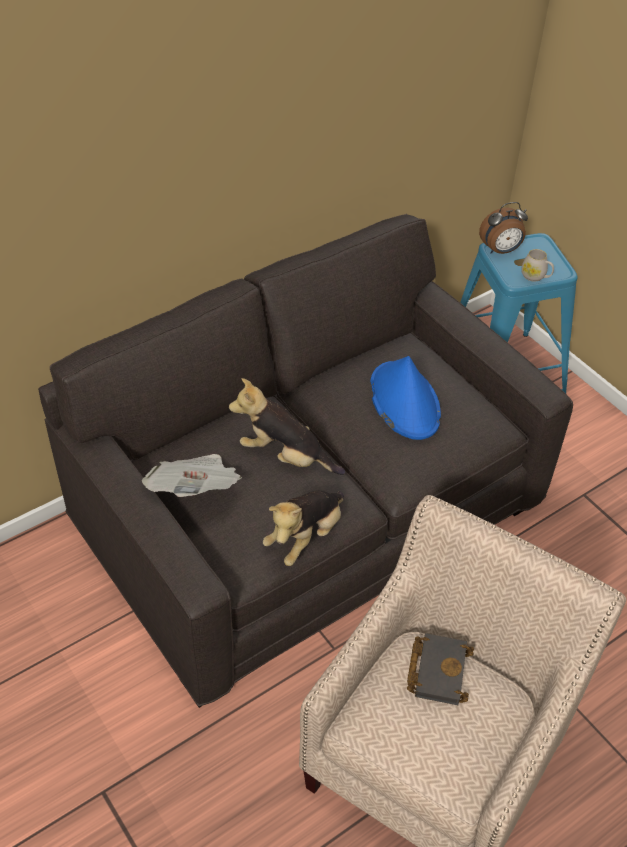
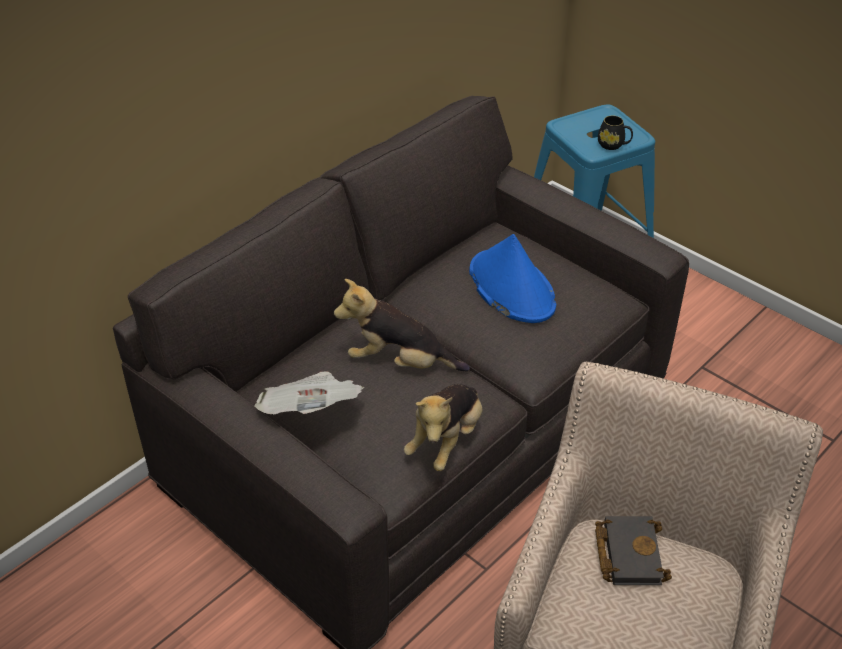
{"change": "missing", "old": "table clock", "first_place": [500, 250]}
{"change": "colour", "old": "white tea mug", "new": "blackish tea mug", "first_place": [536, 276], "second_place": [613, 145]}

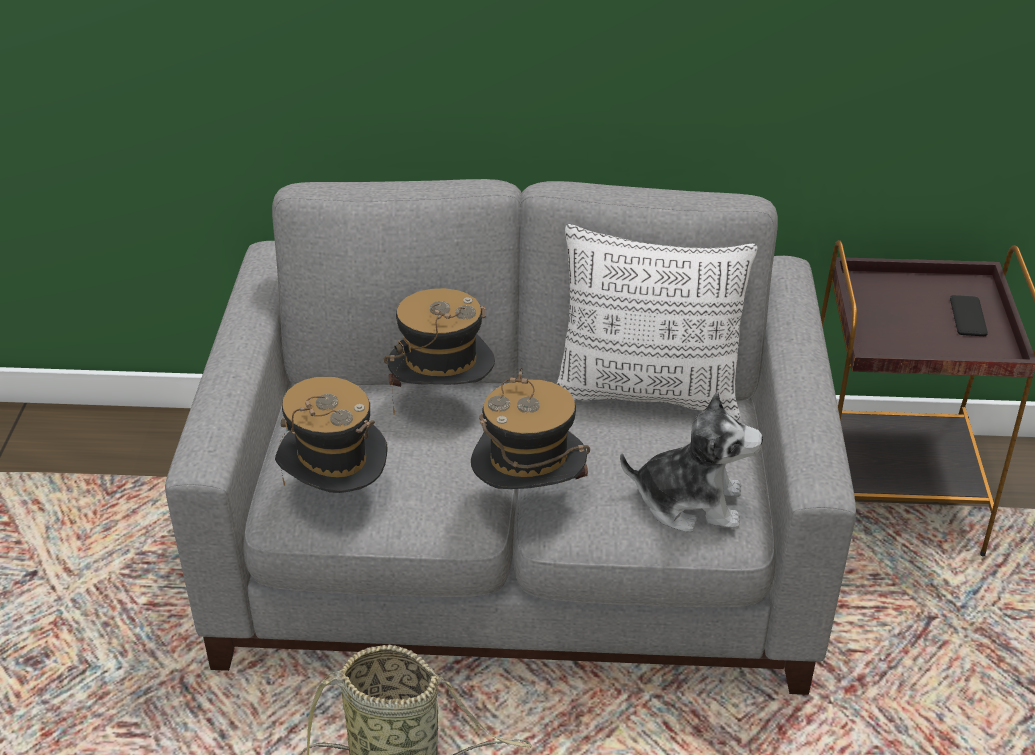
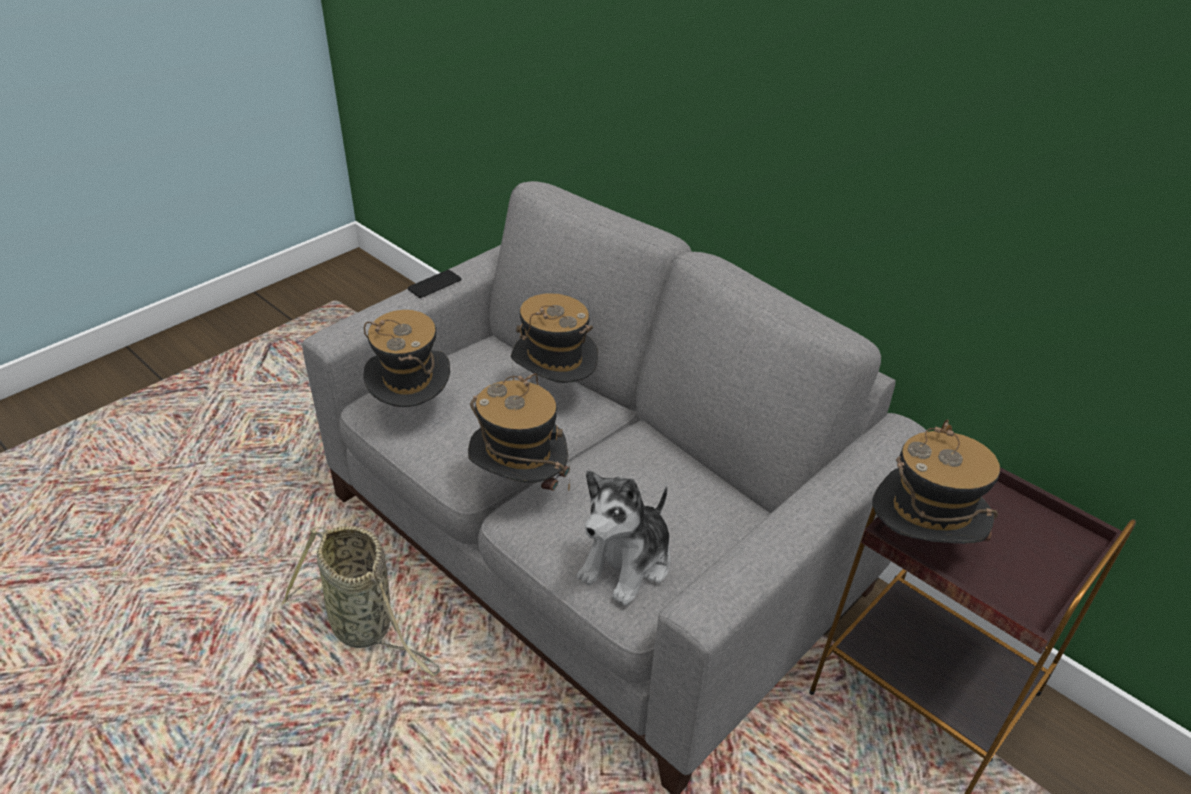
{"change": "missing", "old": "cushion", "first_place": [647, 394]}
{"change": "relocated", "old": "handset", "first_place": [968, 316], "second_place": [434, 284]}
{"change": "spun", "old": "plush toy", "first_place": [690, 502], "second_place": [627, 563], "degrees": 75}
{"change": "appeared", "new": "clothing hat", "second_place": [918, 548]}

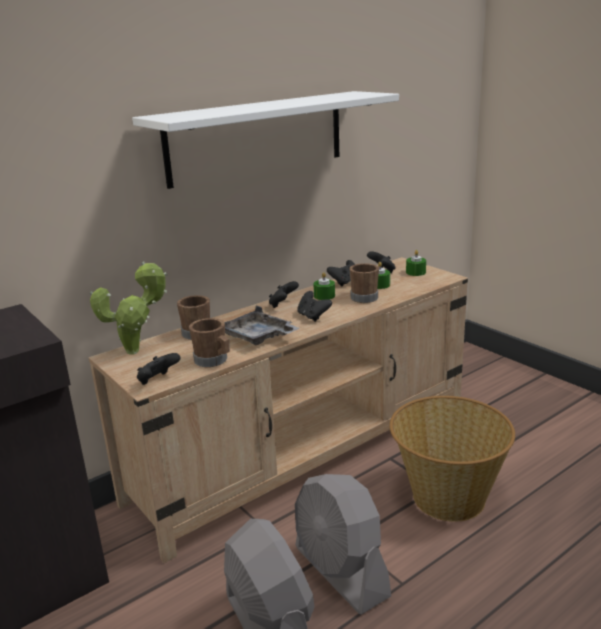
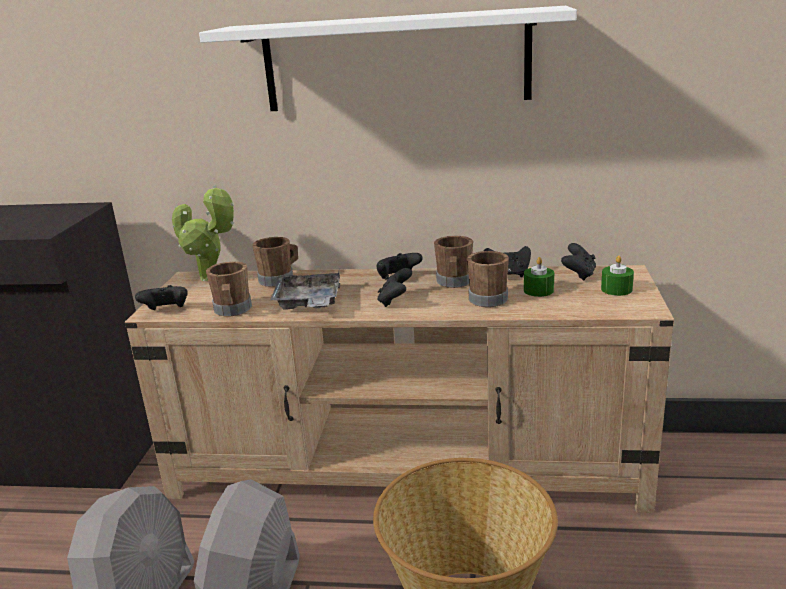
{"change": "exchanged", "old": "green wax candle", "new": "brownish tea mug", "first_place": [324, 296], "second_place": [454, 283]}

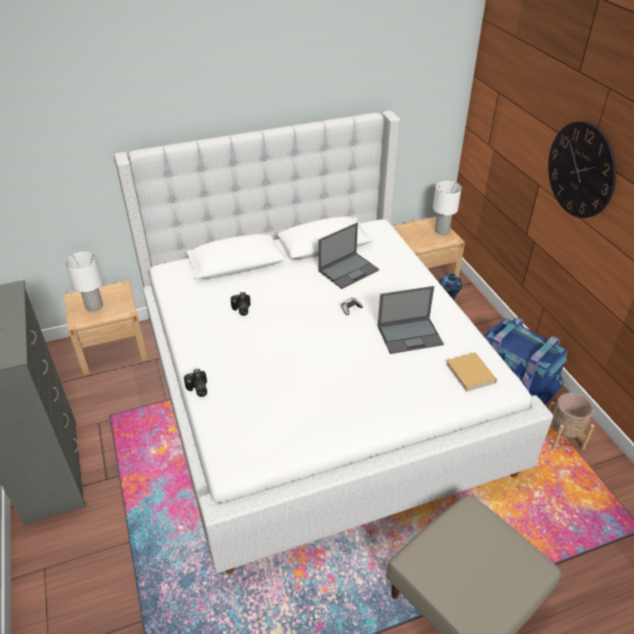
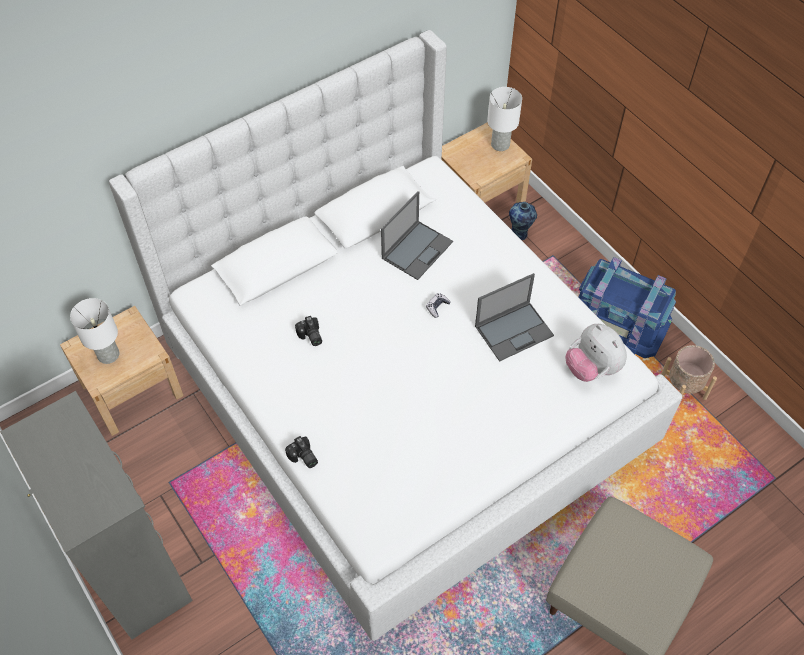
{"change": "missing", "old": "wall clock", "first_place": [581, 170]}
{"change": "exchanged", "old": "beige-coloured book", "new": "plush toy", "first_place": [471, 374], "second_place": [592, 368]}

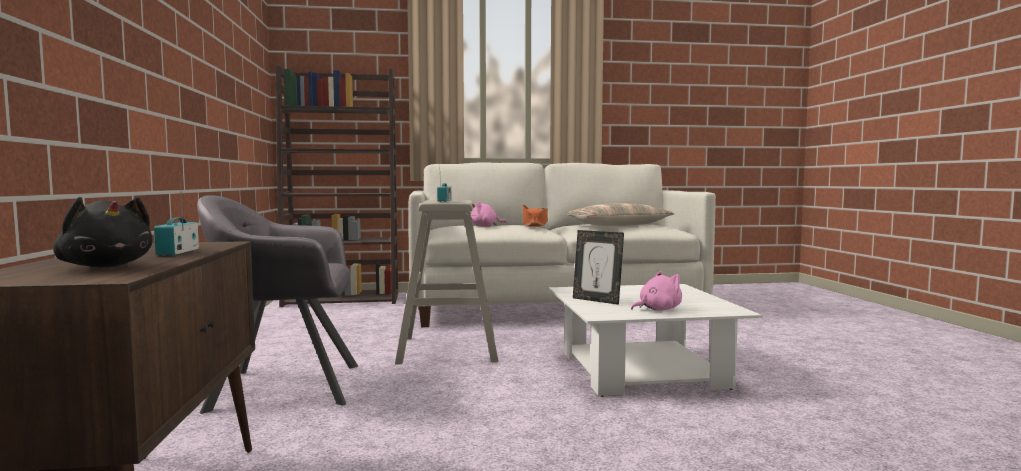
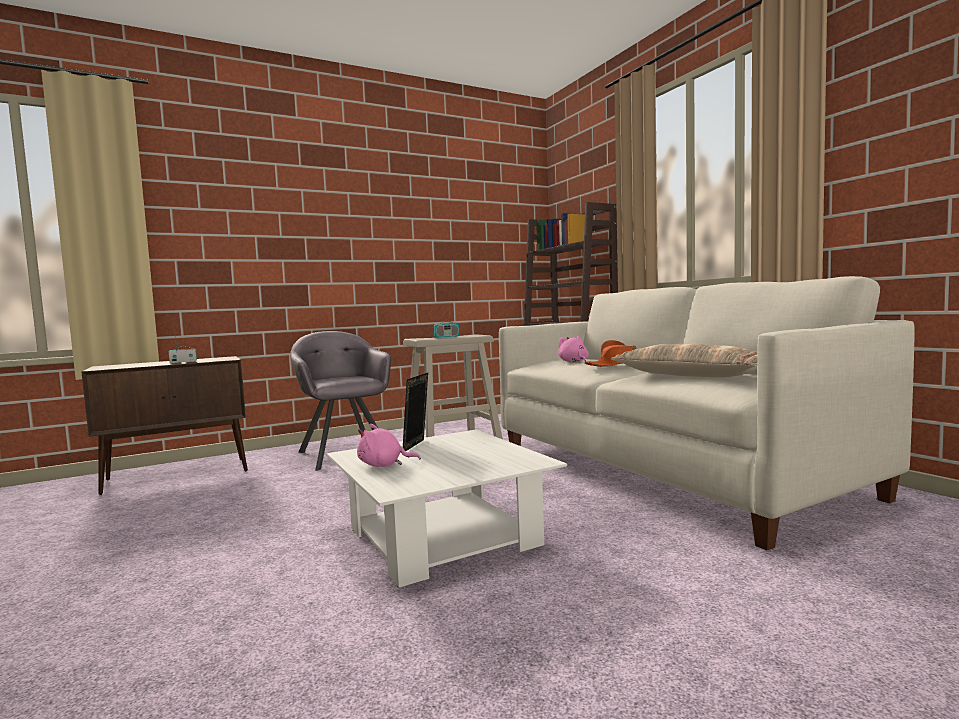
{"change": "missing", "old": "blackish plush toy", "first_place": [106, 266]}
{"change": "spun", "old": "pink-coloured plush toy", "first_place": [657, 309], "second_place": [384, 465], "degrees": 135}

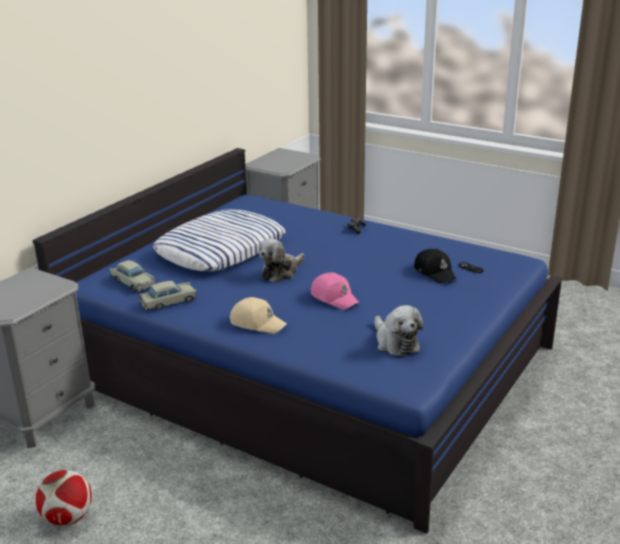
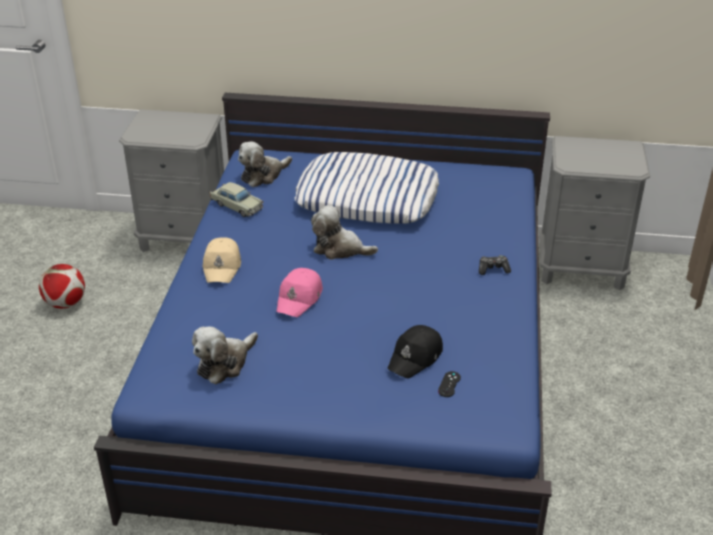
{"change": "exchanged", "old": "beige-coloured toy car", "new": "plush toy", "first_place": [133, 282], "second_place": [263, 175]}

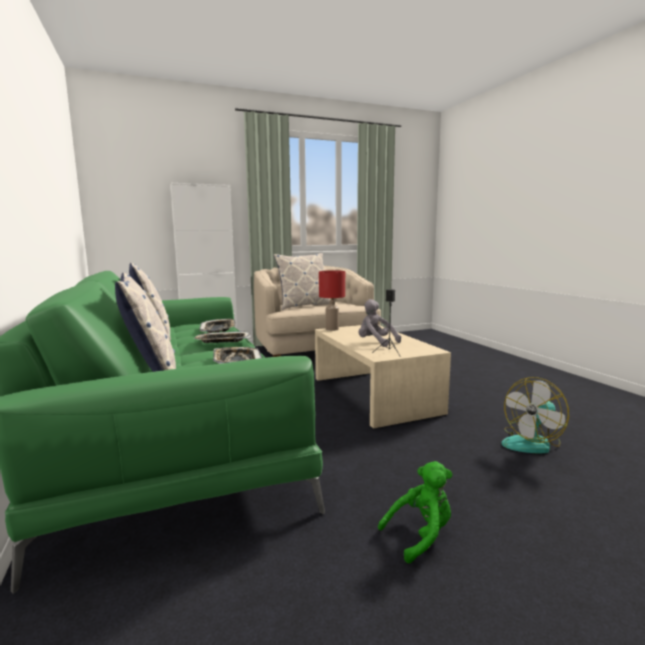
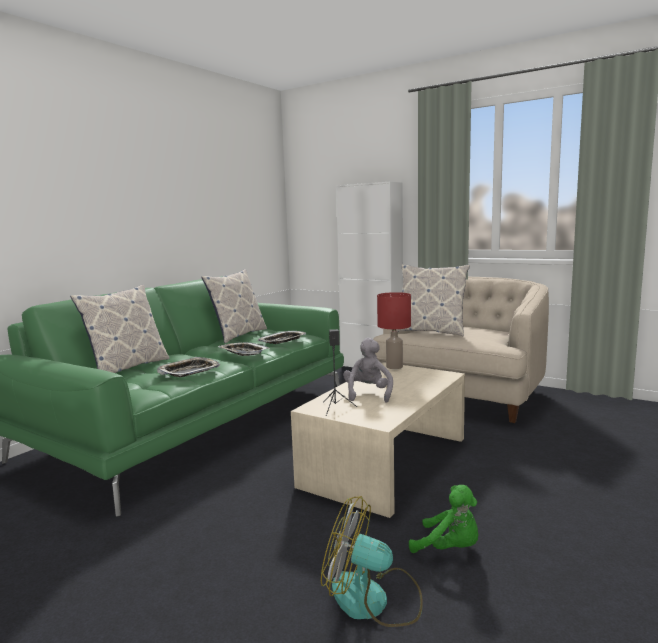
{"change": "relocated", "old": "green plush toy", "first_place": [420, 535], "second_place": [449, 548]}

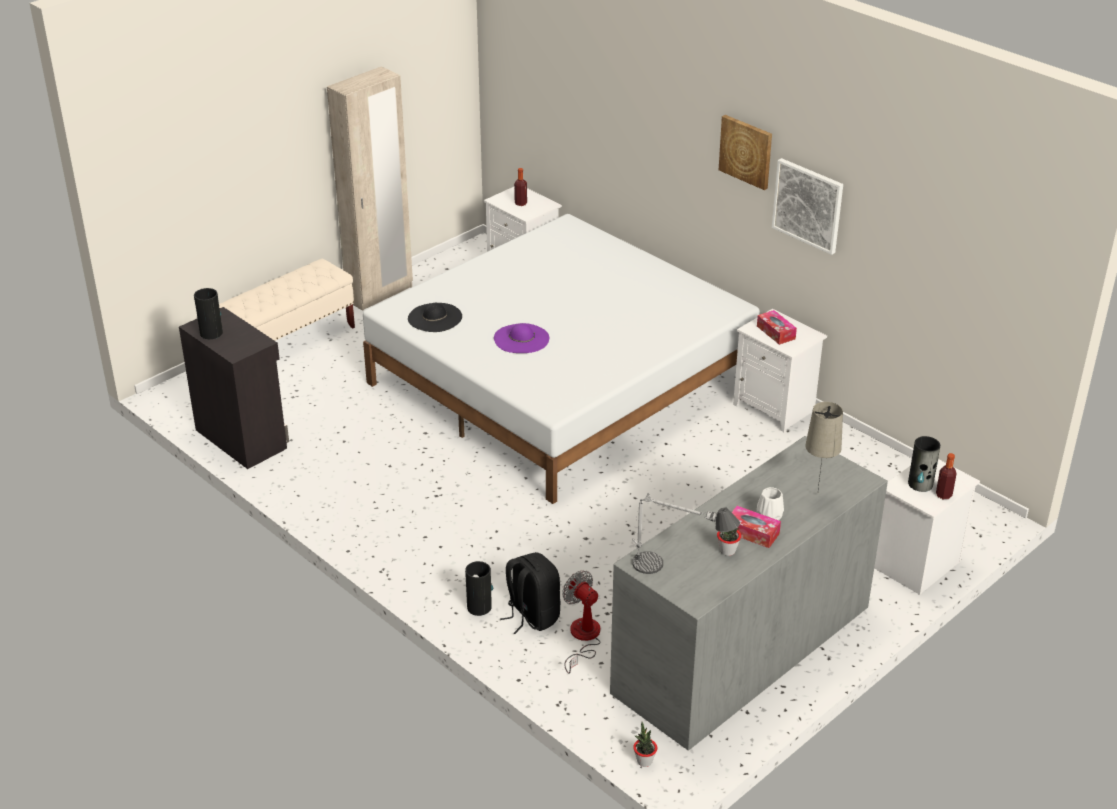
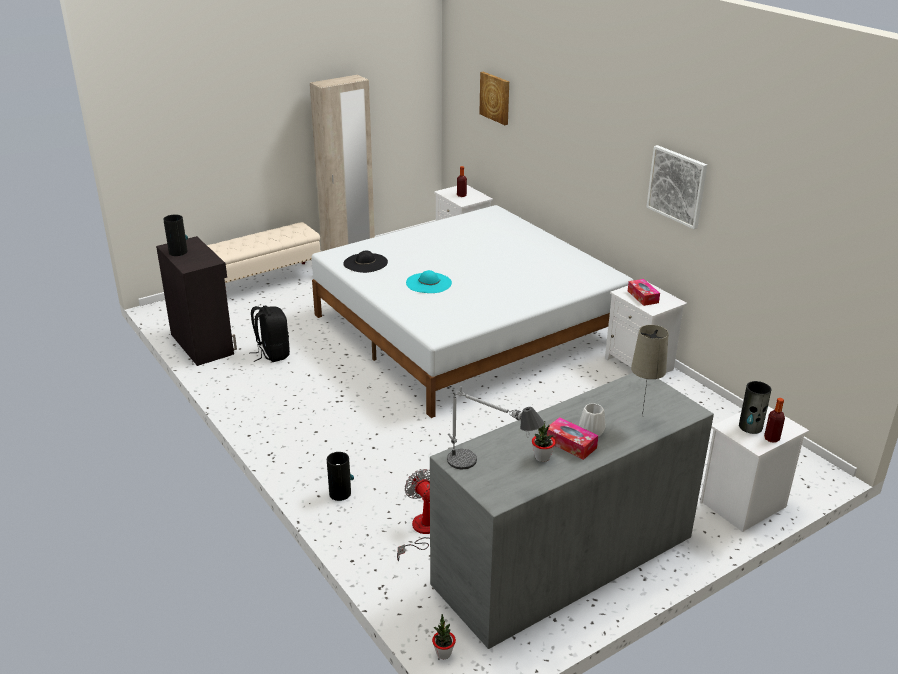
{"change": "relocated", "old": "picture", "first_place": [746, 151], "second_place": [495, 98]}
{"change": "colour", "old": "purple-coloured clothing hat", "new": "turquoise-coloured clothing hat", "first_place": [521, 339], "second_place": [428, 283]}
{"change": "relocated", "old": "blackish backpack", "first_place": [531, 616], "second_place": [272, 354]}

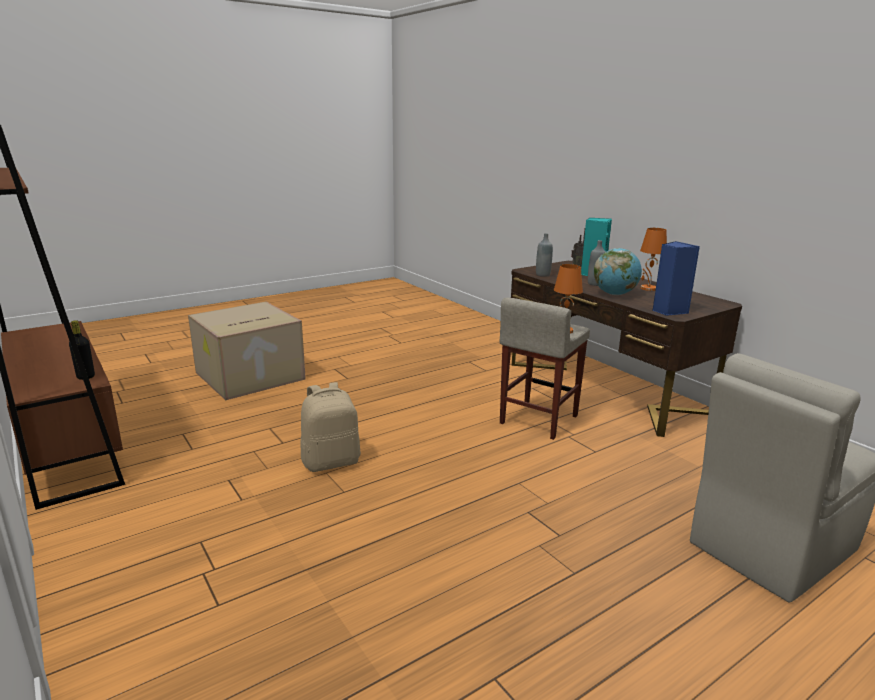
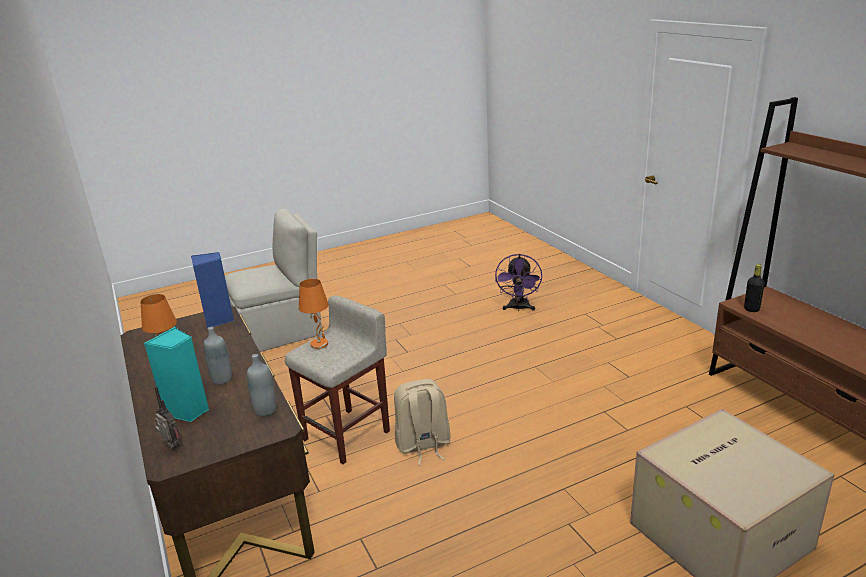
{"change": "missing", "old": "globe", "first_place": [614, 294]}
{"change": "relocated", "old": "beige-coloured backpack", "first_place": [331, 461], "second_place": [423, 445]}
{"change": "appeared", "new": "purple-coloured electric fan", "second_place": [518, 308]}

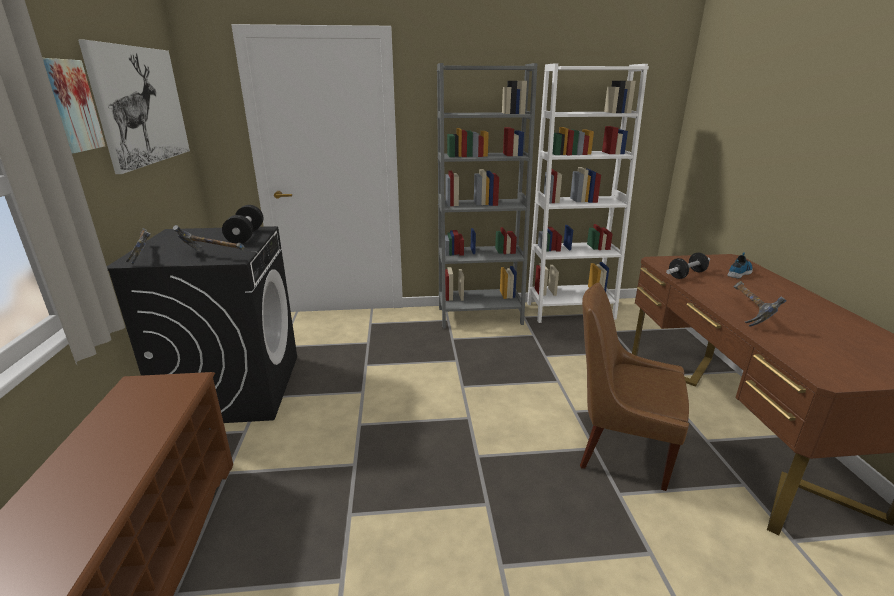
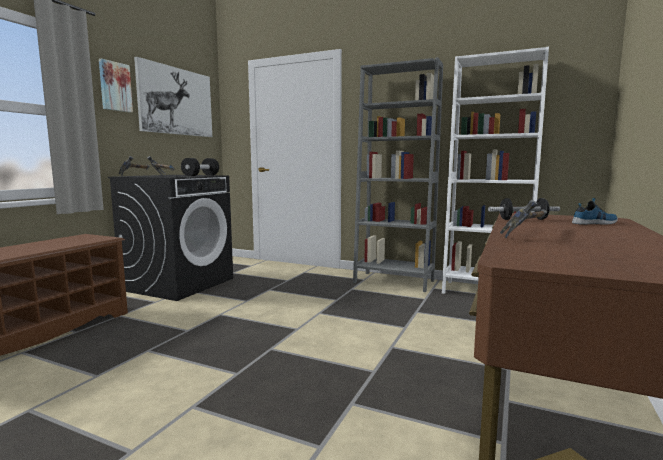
{"change": "missing", "old": "brownish chair", "first_place": [619, 448]}

